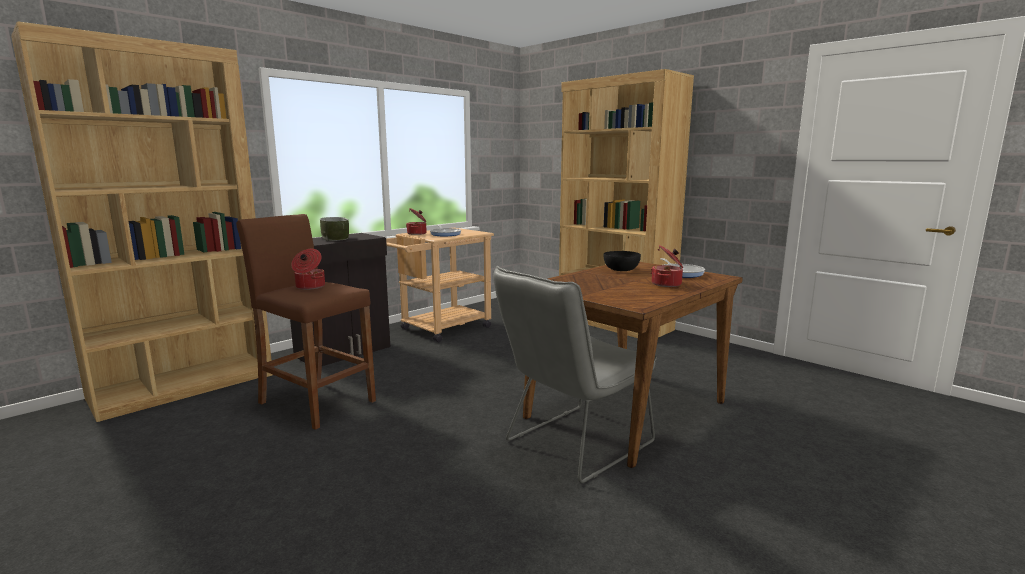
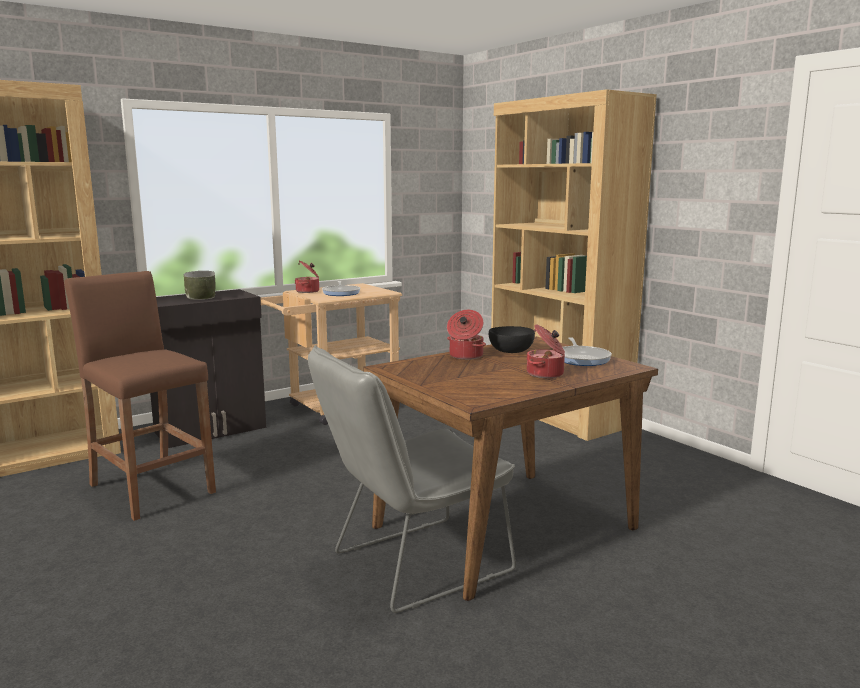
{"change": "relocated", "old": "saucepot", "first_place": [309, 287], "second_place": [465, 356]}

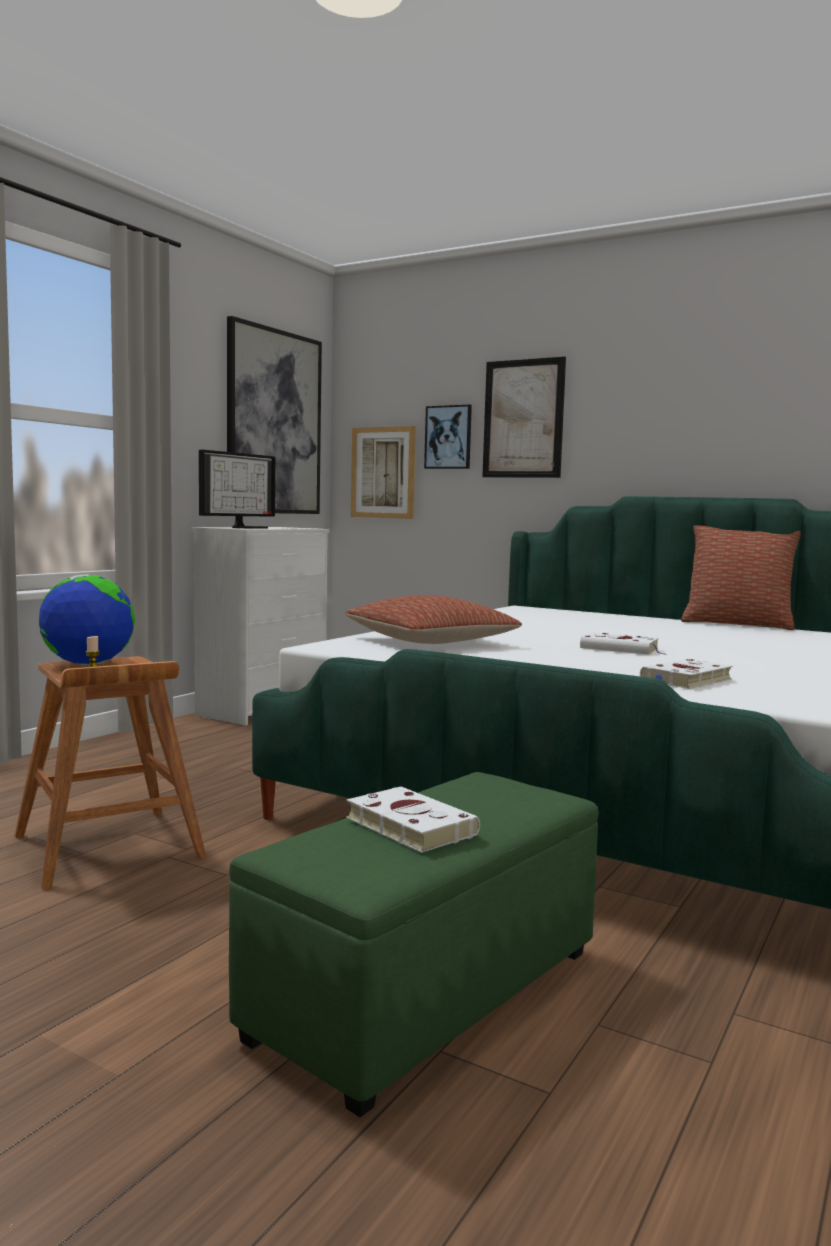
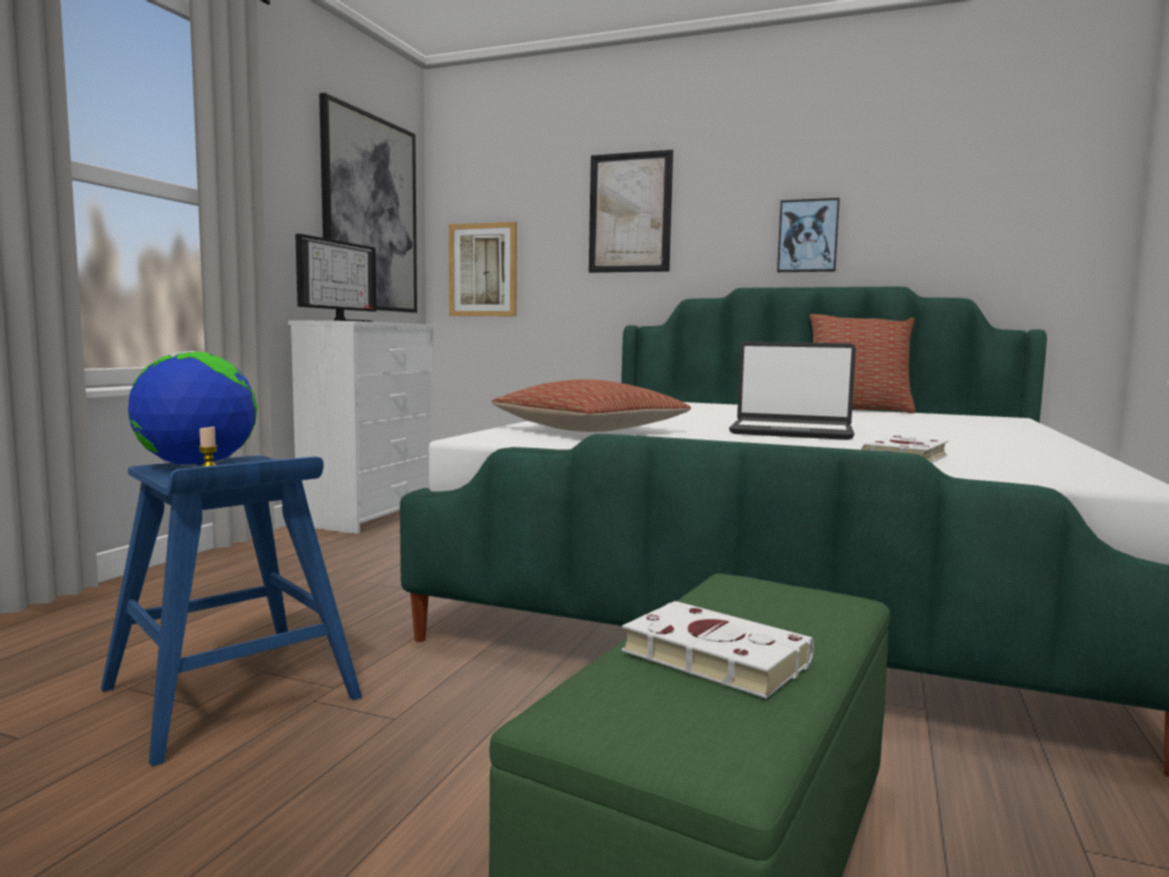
{"change": "relocated", "old": "picture", "first_place": [448, 437], "second_place": [808, 236]}
{"change": "exchanged", "old": "white book", "new": "portable computer", "first_place": [621, 649], "second_place": [791, 432]}
{"change": "colour", "old": "brownish sitting stool", "new": "blue sitting stool", "first_place": [108, 847], "second_place": [231, 694]}

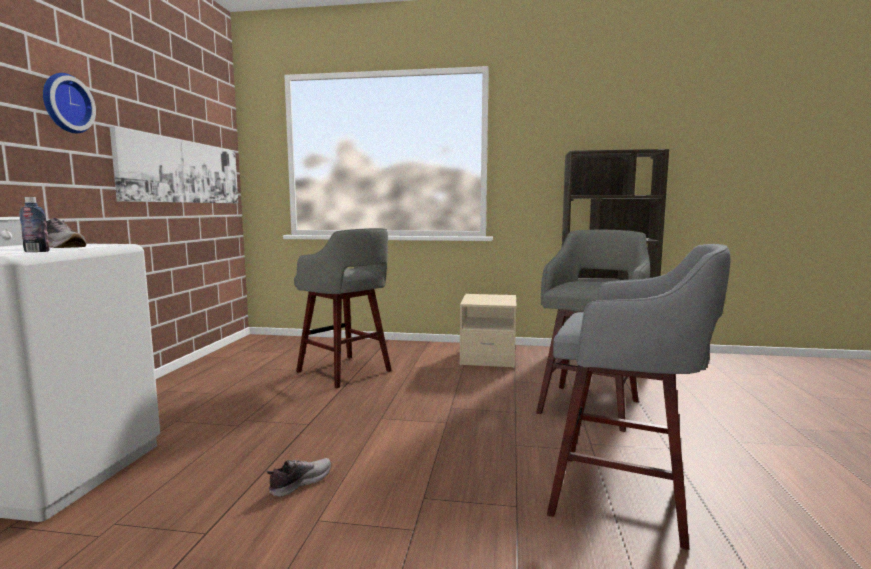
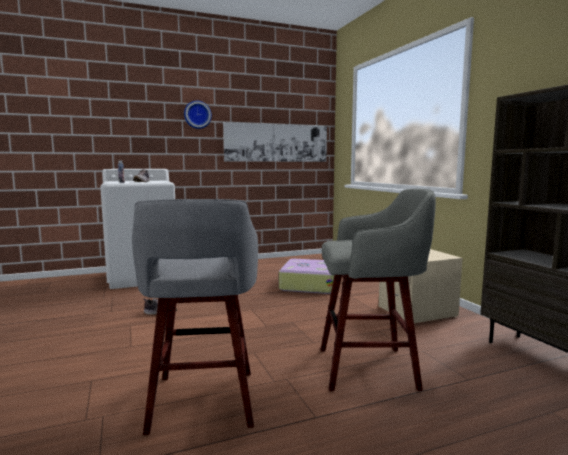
{"change": "exchanged", "old": "gray sitting stool", "new": "travel case", "first_place": [345, 372], "second_place": [309, 284]}

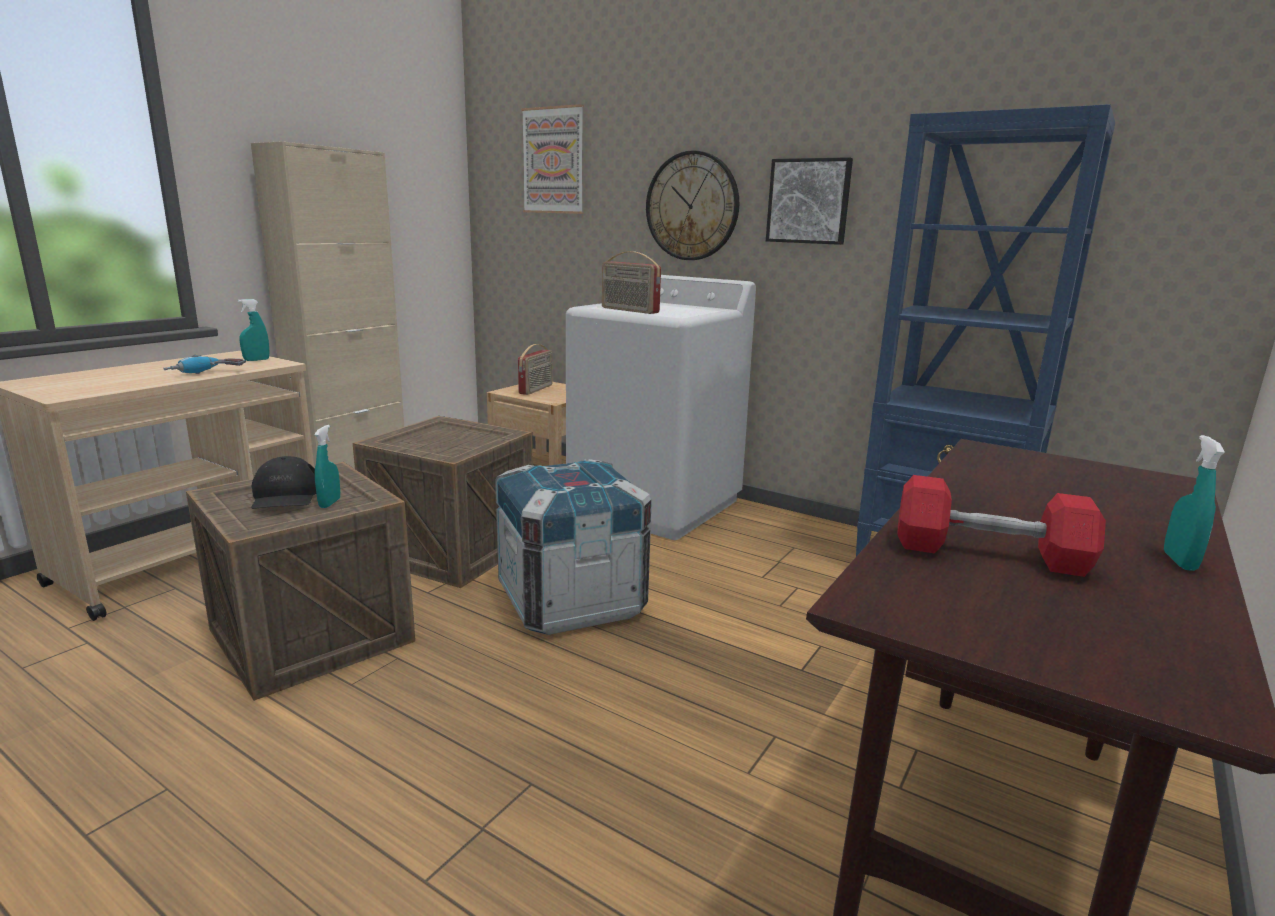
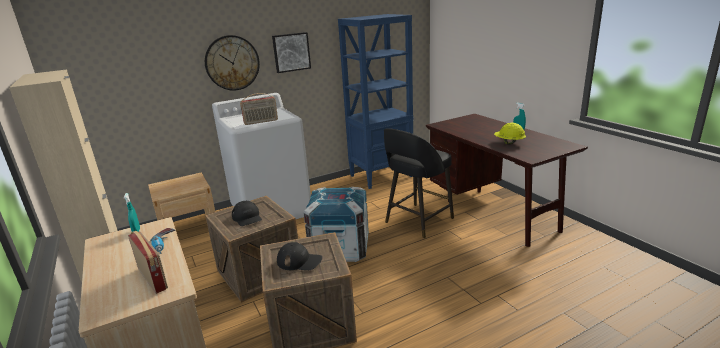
{"change": "missing", "old": "picture", "first_place": [553, 161]}
{"change": "relocated", "old": "radio set", "first_place": [536, 389], "second_place": [153, 278]}
{"change": "missing", "old": "turquoise-coloured hand sprayer", "first_place": [329, 503]}
{"change": "exchanged", "old": "red hand weight", "new": "yellow-coloured hard hat", "first_place": [989, 554], "second_place": [509, 143]}
{"change": "appeared", "new": "blackish sitting stool", "second_place": [417, 221]}
{"change": "appeared", "new": "blackish peaked cap", "second_place": [247, 217]}

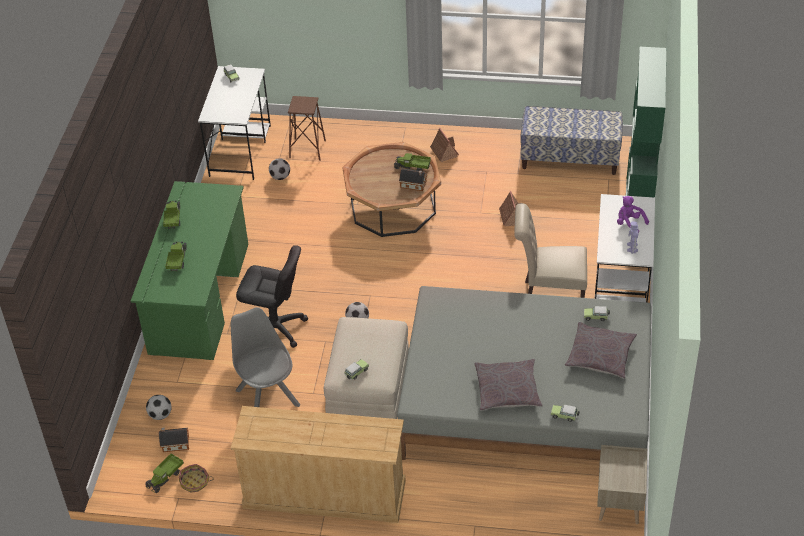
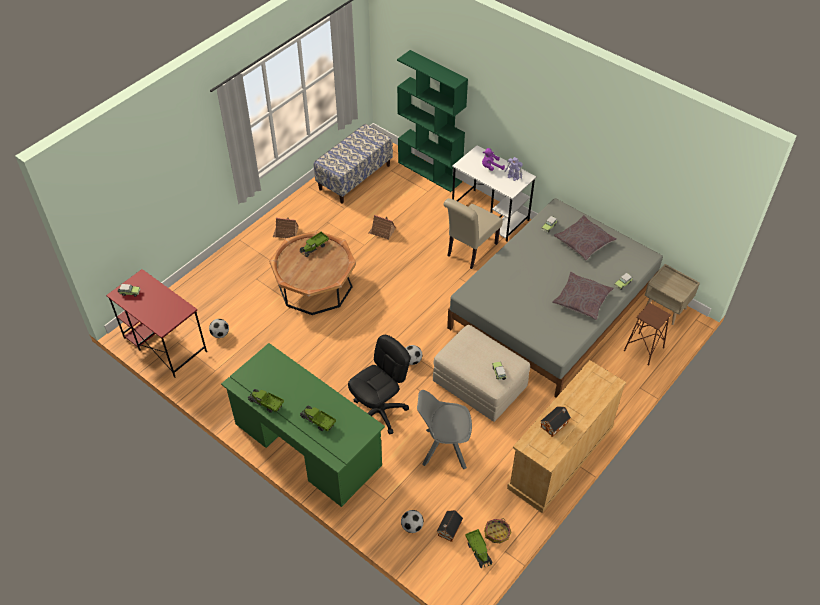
{"change": "colour", "old": "white desk unit", "new": "red desk unit", "first_place": [240, 150], "second_place": [164, 344]}
{"change": "relocated", "old": "brownish sitting stool", "first_place": [307, 149], "second_place": [643, 349]}
{"change": "relocated", "old": "toy house", "first_place": [414, 184], "second_place": [555, 424]}

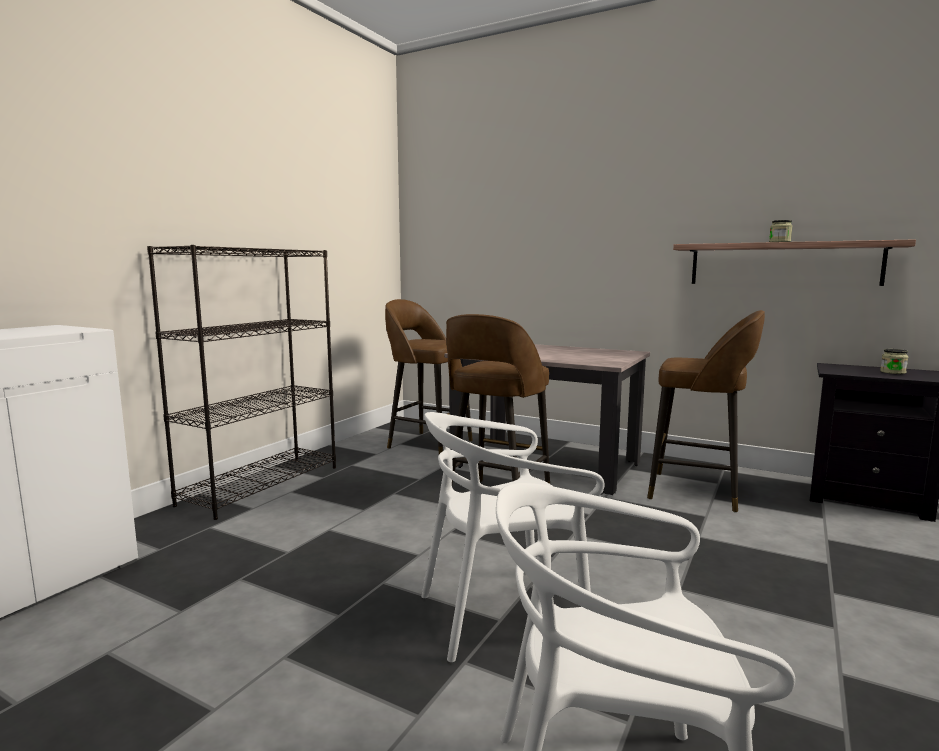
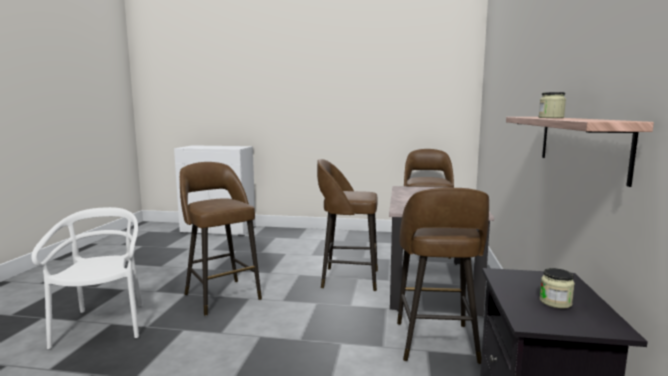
{"change": "missing", "old": "blackish bookcase", "first_place": [262, 485]}
{"change": "exchanged", "old": "white chair", "new": "brownish sitting stool", "first_place": [502, 614], "second_place": [221, 296]}

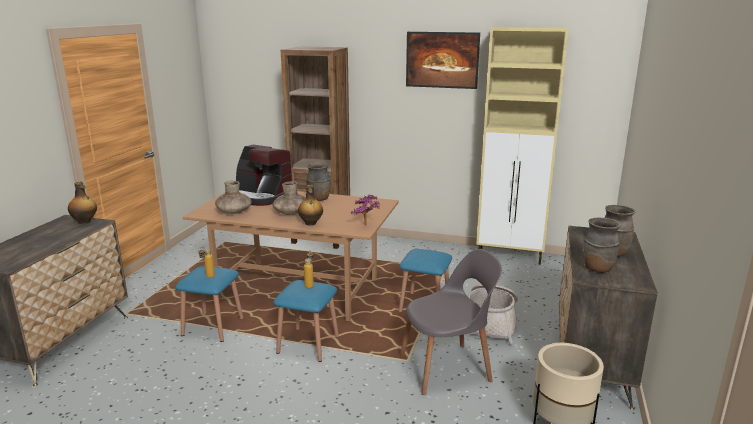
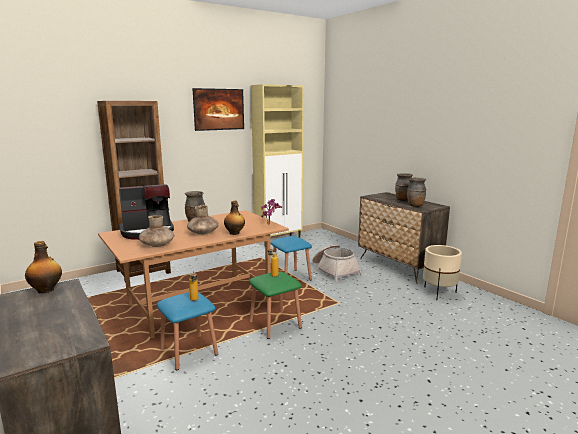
{"change": "missing", "old": "gray chair", "first_place": [447, 368]}
{"change": "colour", "old": "blue sitting stool", "new": "green sitting stool", "first_place": [308, 344], "second_place": [275, 324]}

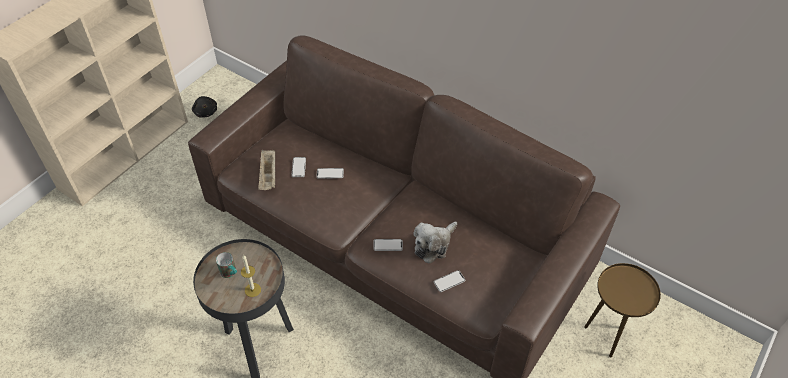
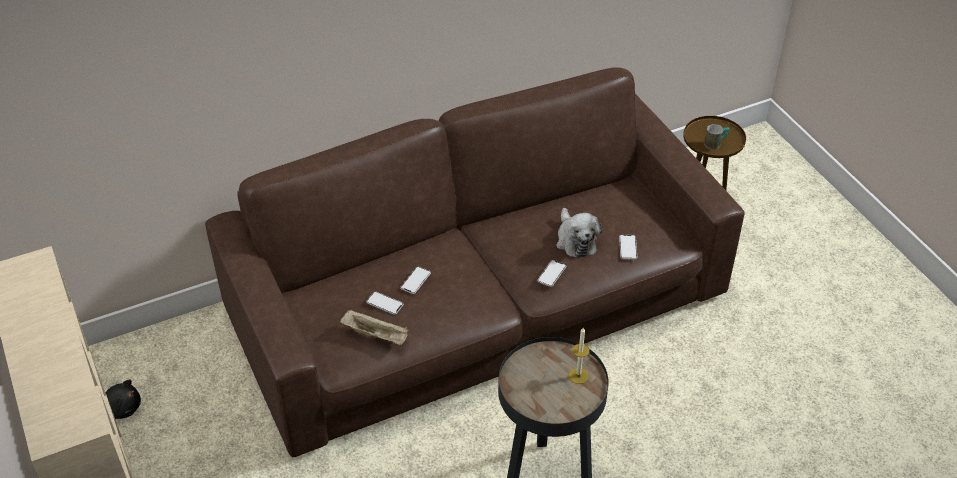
{"change": "relocated", "old": "tea mug", "first_place": [230, 273], "second_place": [715, 144]}

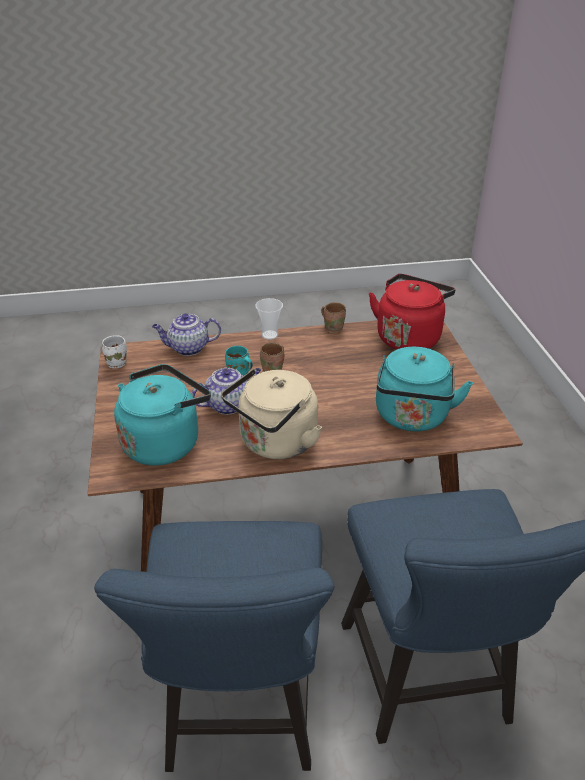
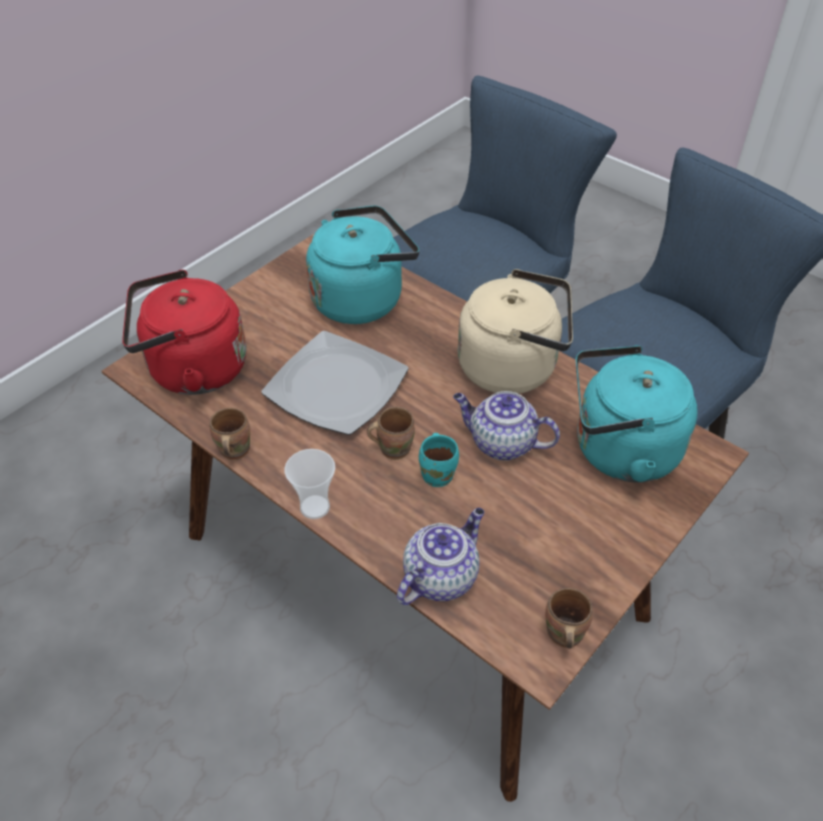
{"change": "spun", "old": "pot for tea", "first_place": [188, 348], "second_place": [441, 576], "degrees": -90}
{"change": "colour", "old": "white tea mug", "new": "brownish tea mug", "first_place": [117, 362], "second_place": [562, 635]}
{"change": "appeared", "new": "plate", "second_place": [336, 386]}

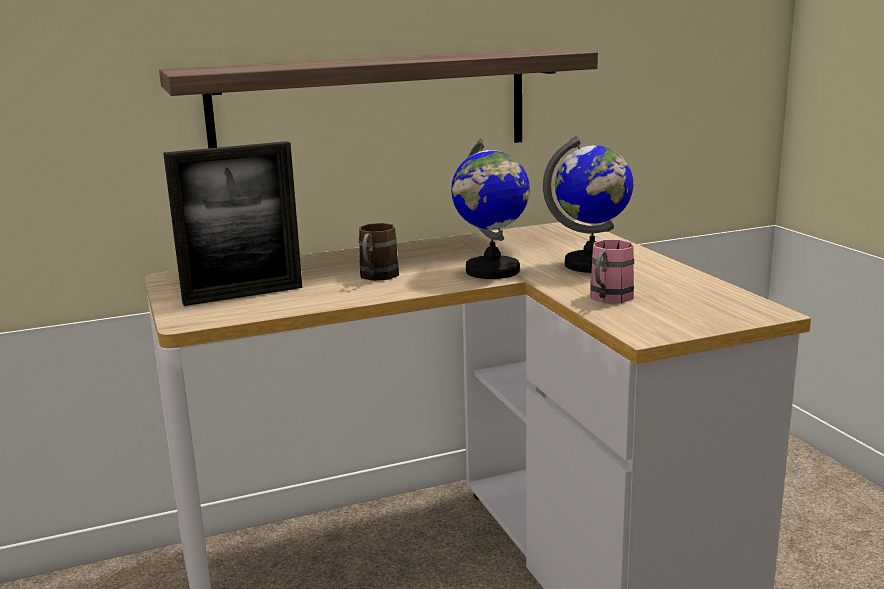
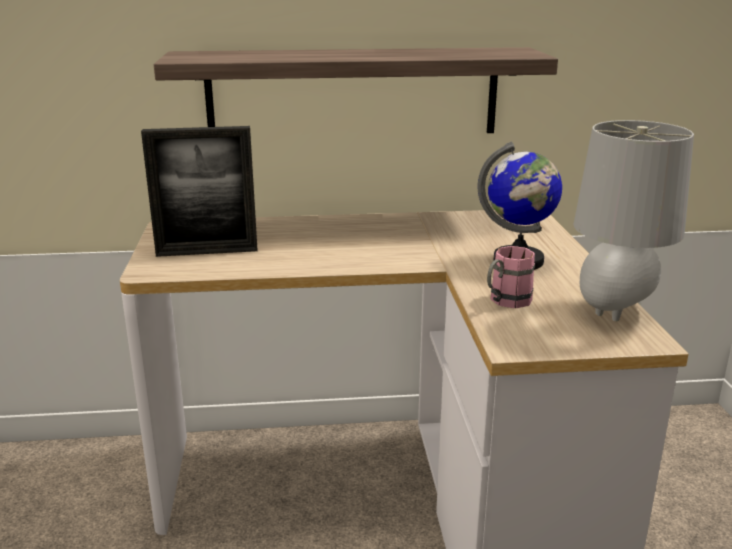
{"change": "missing", "old": "globe", "first_place": [492, 271]}
{"change": "missing", "old": "brownish tea mug", "first_place": [376, 277]}
{"change": "appeared", "new": "gray tabletop lamp", "second_place": [615, 312]}

